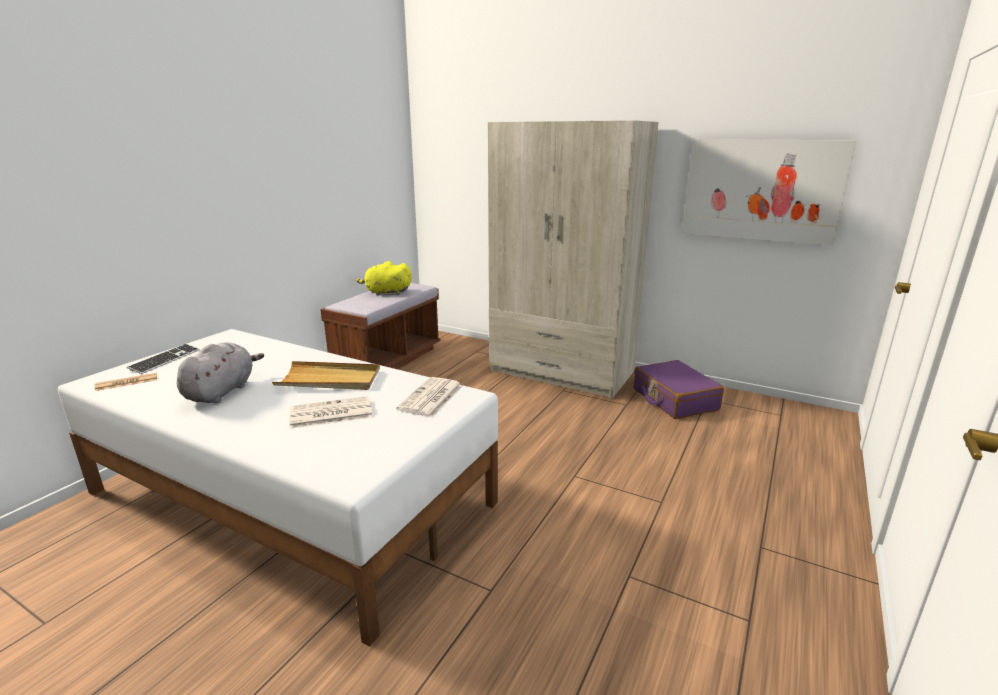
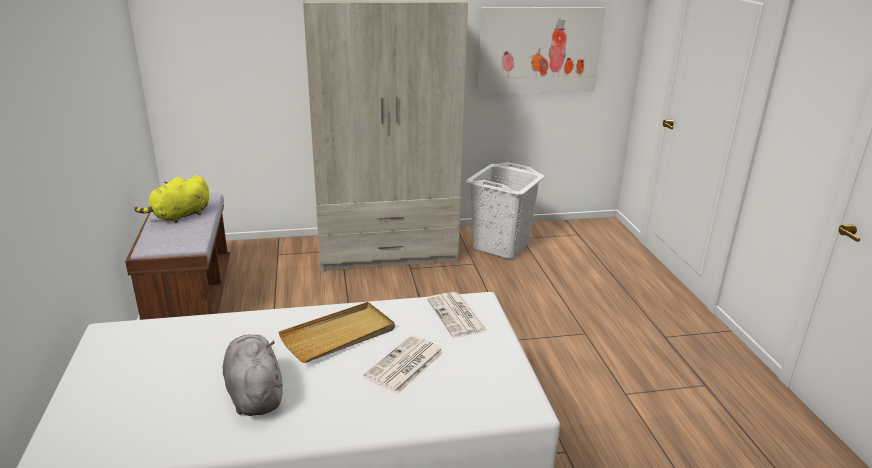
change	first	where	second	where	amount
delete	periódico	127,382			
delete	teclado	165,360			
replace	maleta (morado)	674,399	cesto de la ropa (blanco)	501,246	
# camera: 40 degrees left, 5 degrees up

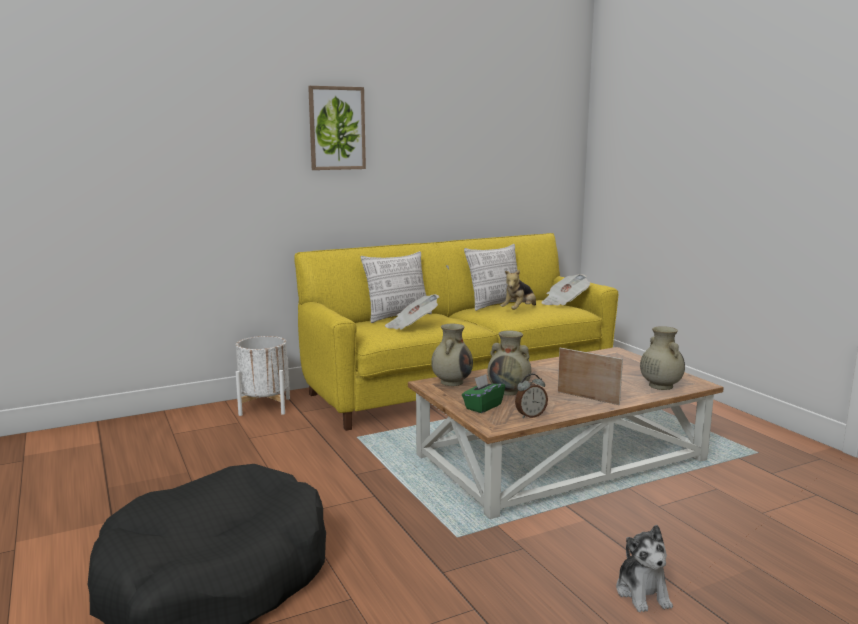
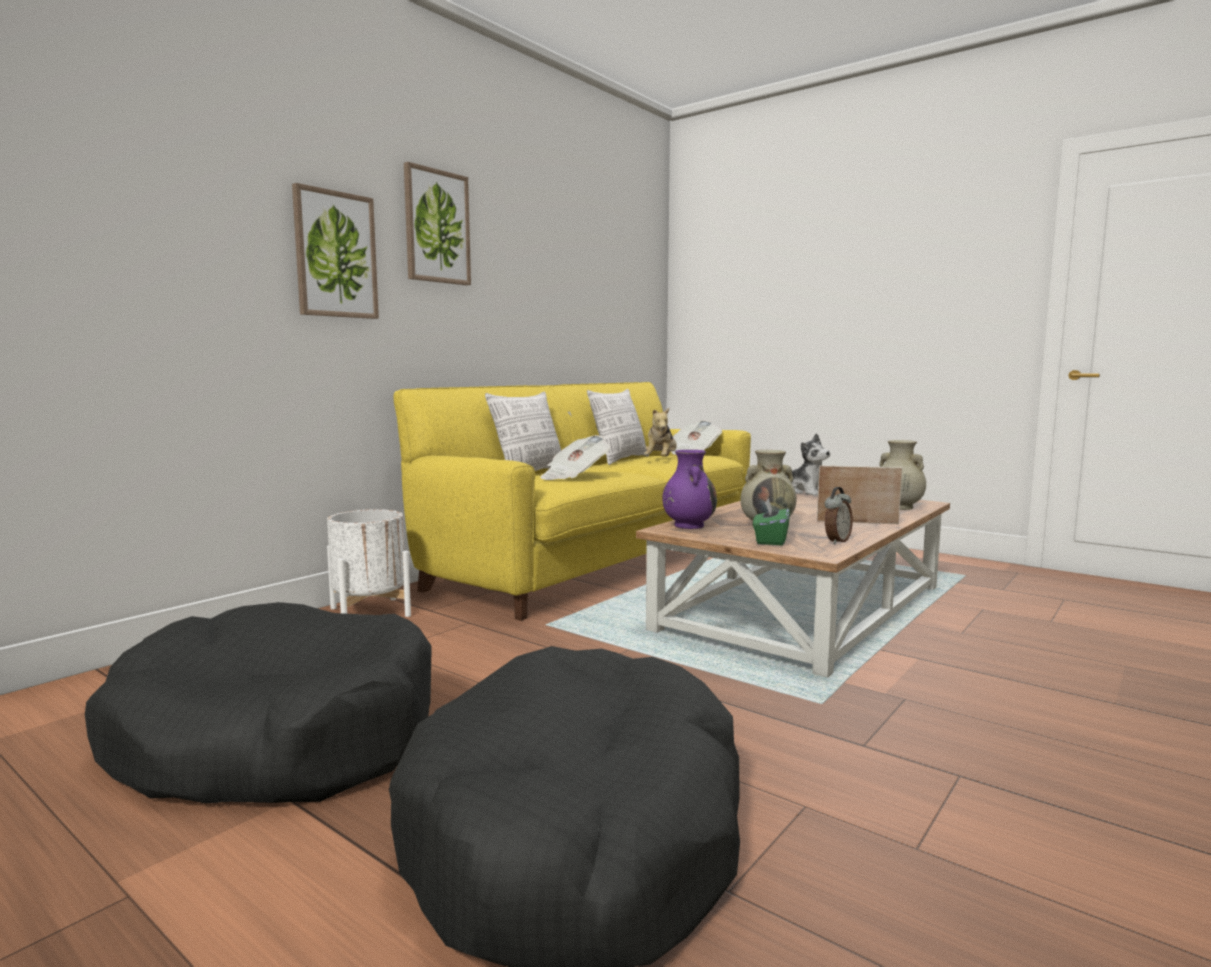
change	first	where	second	where	amount
recolor	florero (beis)	452,382	florero (morado)	688,525	
move	peluche	642,593		807,492	
insert			cama para perro (negro)	276,738	
insert			cuadro	335,255	
# camera: 25 degrees left, 5 degrees down

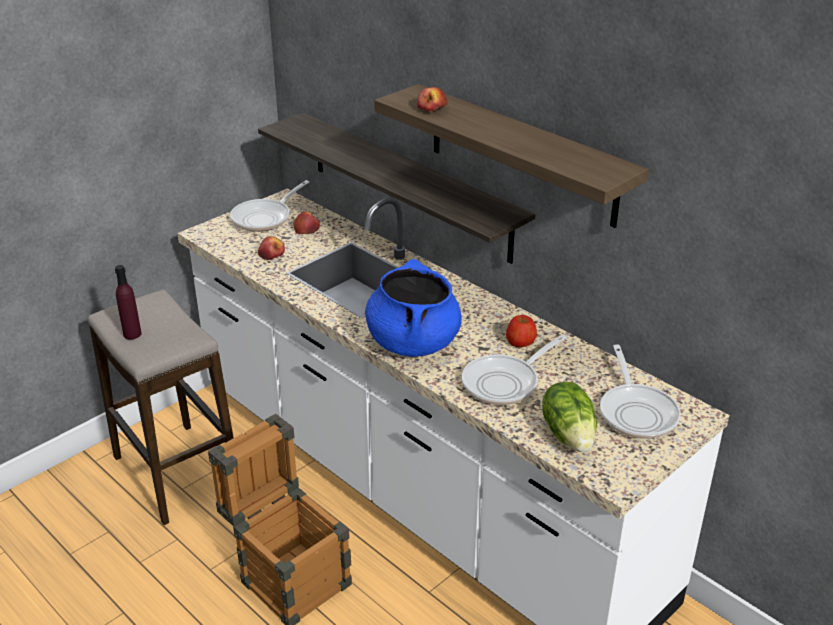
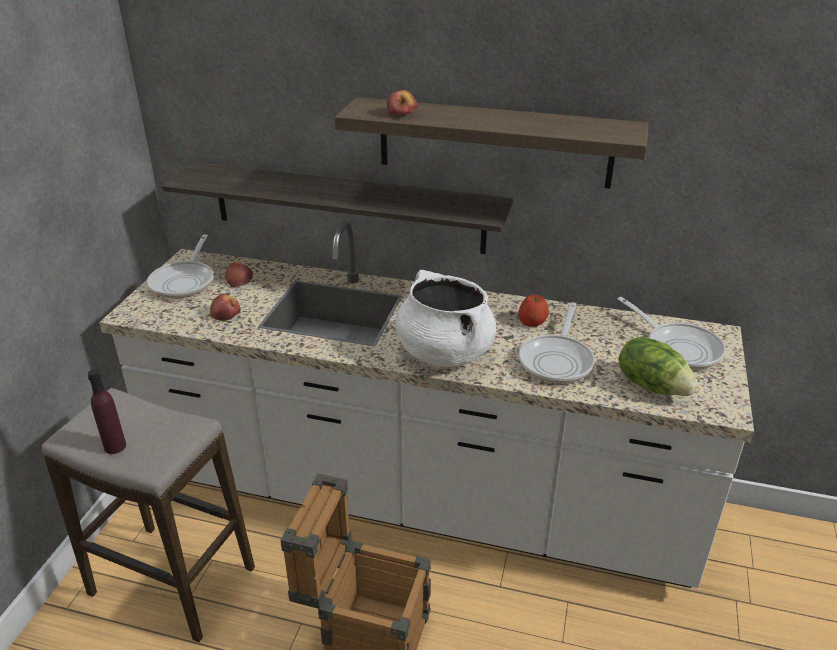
change	first	where	second	where	amount
recolor	olla (azul)	413,342	olla (blanco)	444,352	
# camera: 30 degrees left, 0 degrees up

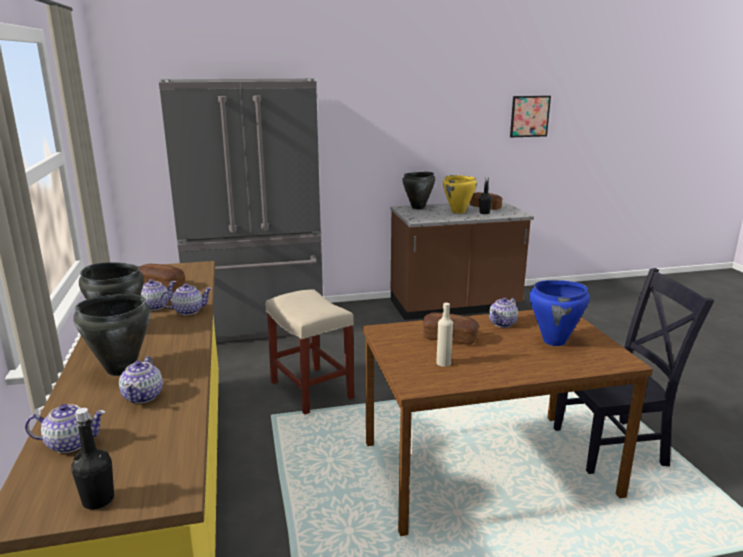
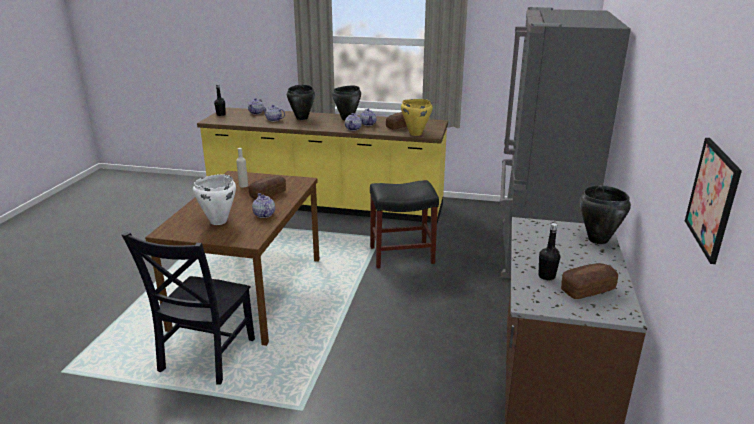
change	first	where	second	where	amount
recolor	taburete (beis)	310,389	taburete (negro)	402,255	
move	olla (amarillo)	458,212		415,134	
recolor	olla (azul)	554,341	olla (blanco)	218,221	
# camera: 115 degrees right, 5 degrees up

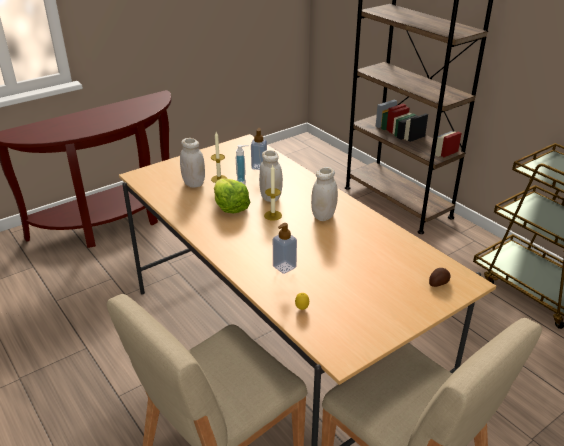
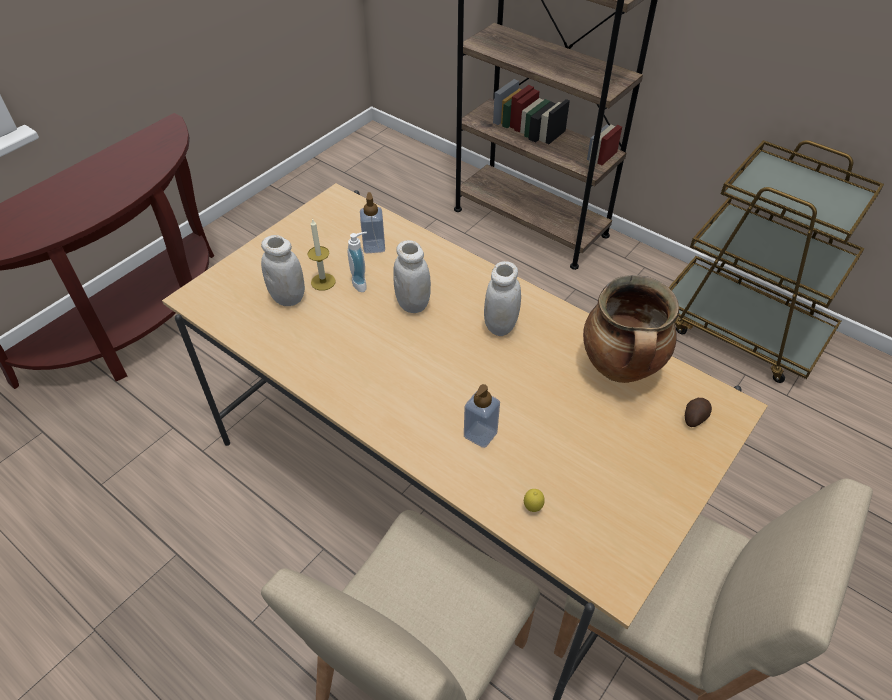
change	first	where	second	where	amount
delete	lechuga	230,207			
delete	vela	273,215			
insert			olla	621,369	
# camera: 15 degrees left, 15 degrees up

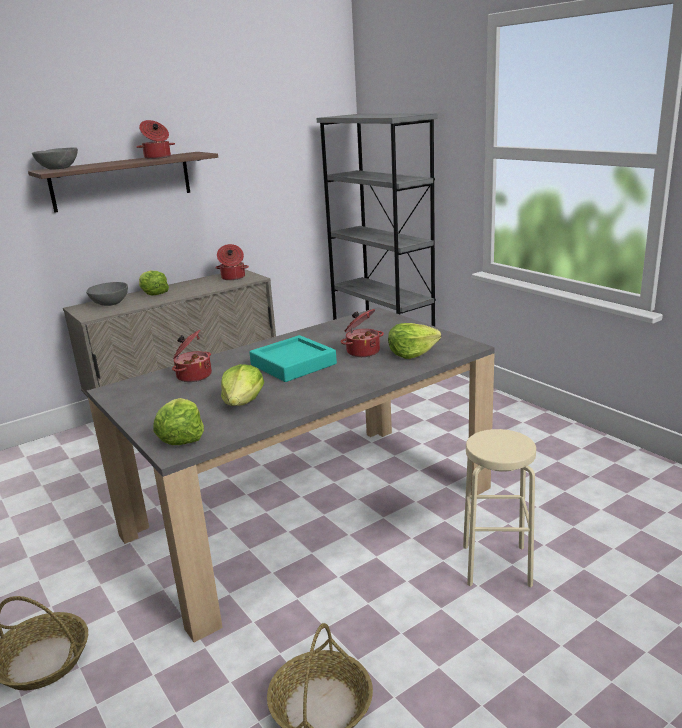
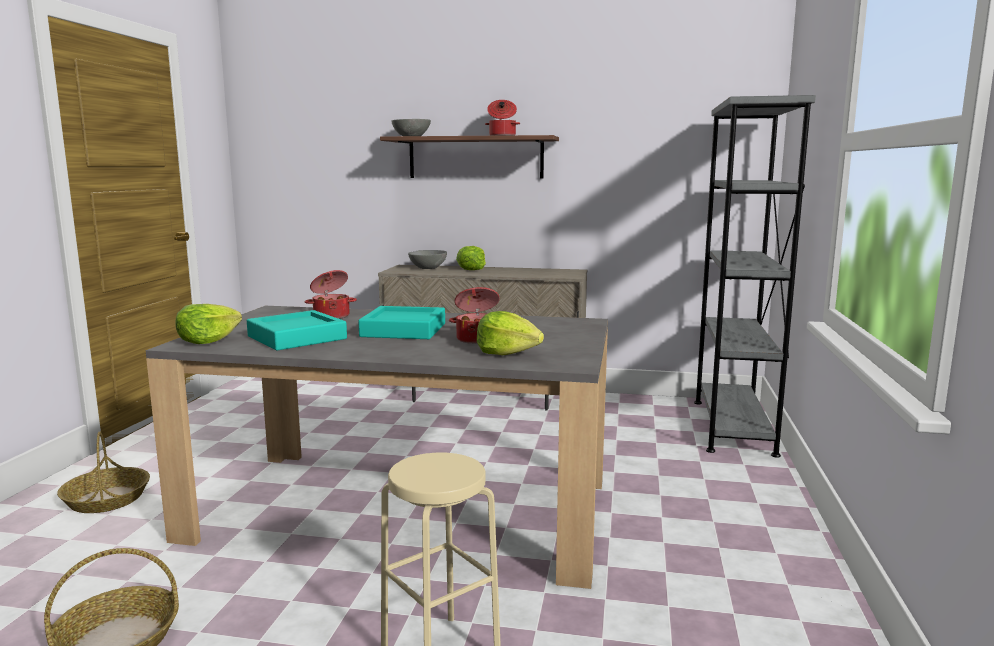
change	first	where	second	where	amount
delete	olla	233,277			
replace	lechuga	243,402	bandeja (turquesa)	297,338	
# camera: 45 degrees right, 10 degrees down

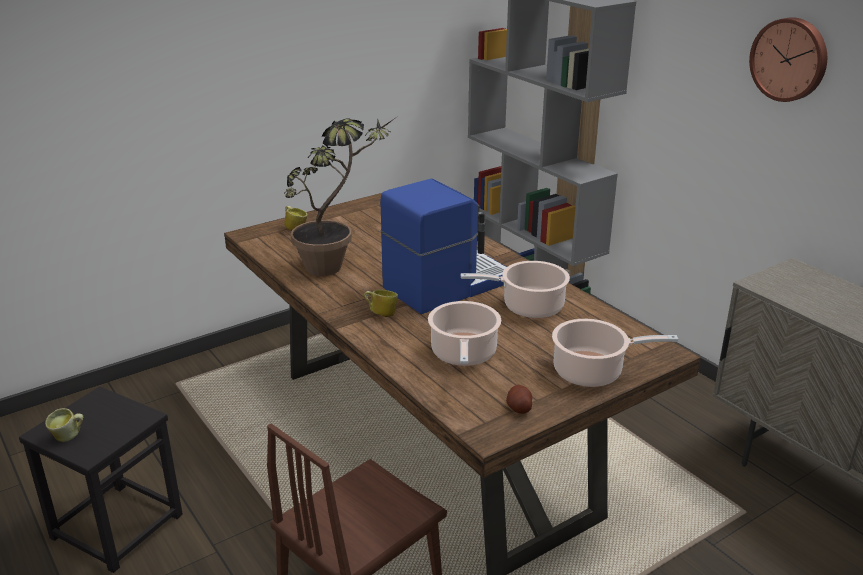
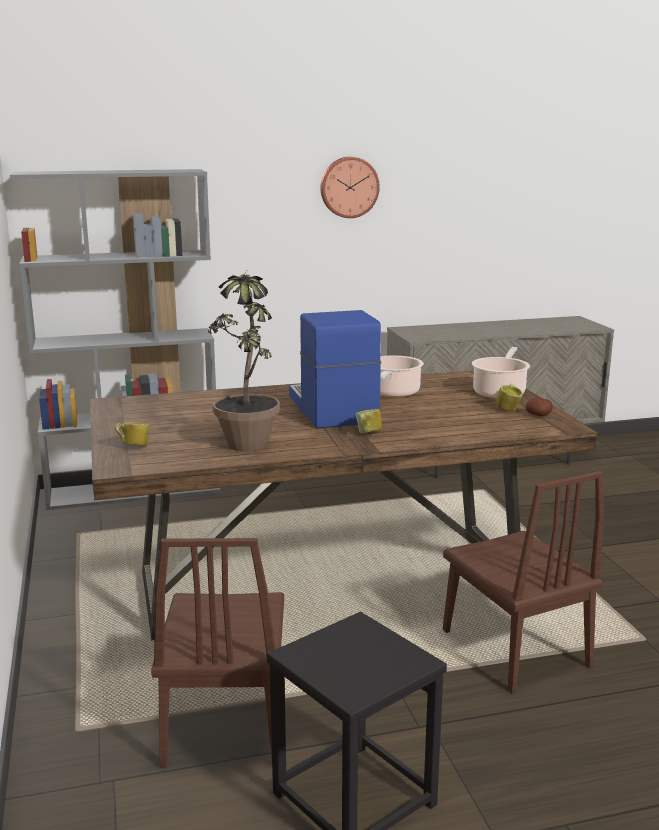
change	first	where	second	where	amount
move	taza grande	69,437		509,409	
delete	olla	463,355			
insert			silla (marrón)	226,721	
# camera: 70 degrees left, 10 degrees down

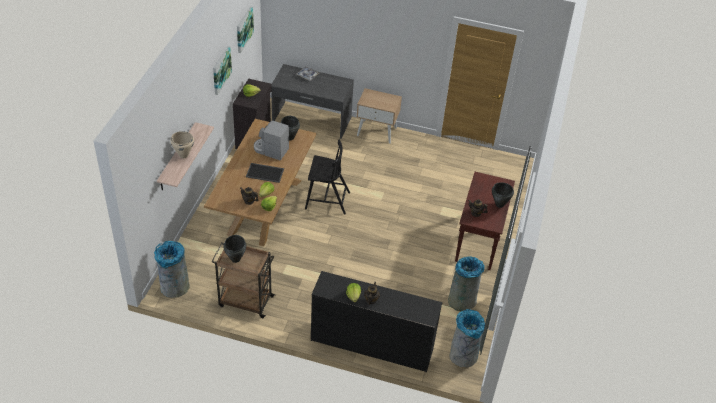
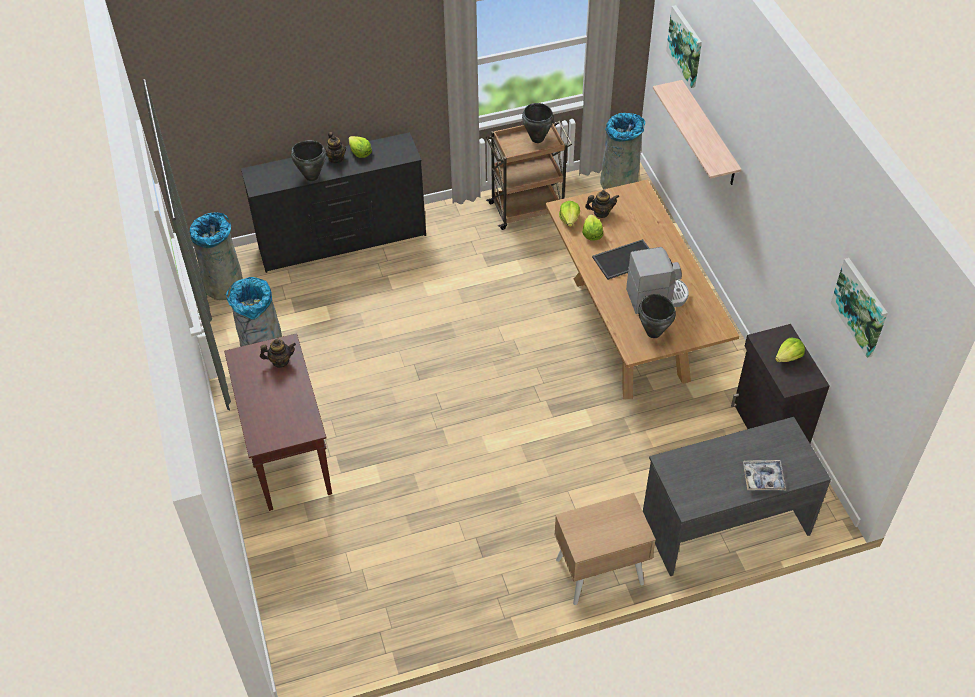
change	first	where	second	where	amount
delete	olla (beis)	183,155			
move	cuadro	221,70		686,46	
delete	silla (negro)	326,200			
move	olla (negro)	499,205		311,176	
# camera: 150 degrees right, 5 degrees up

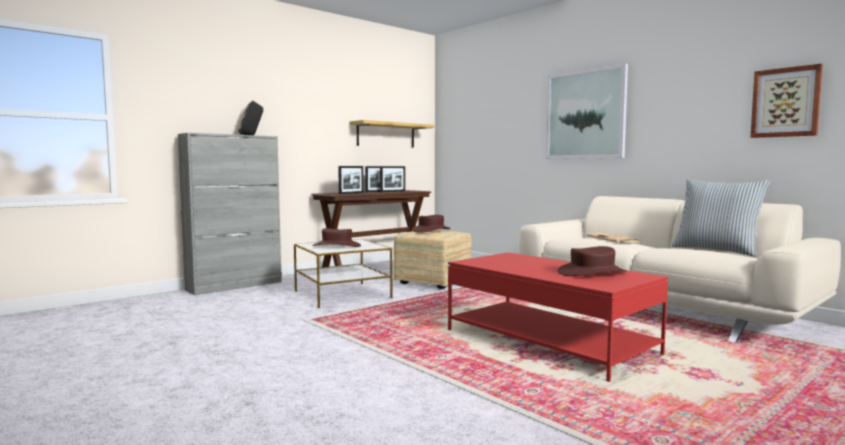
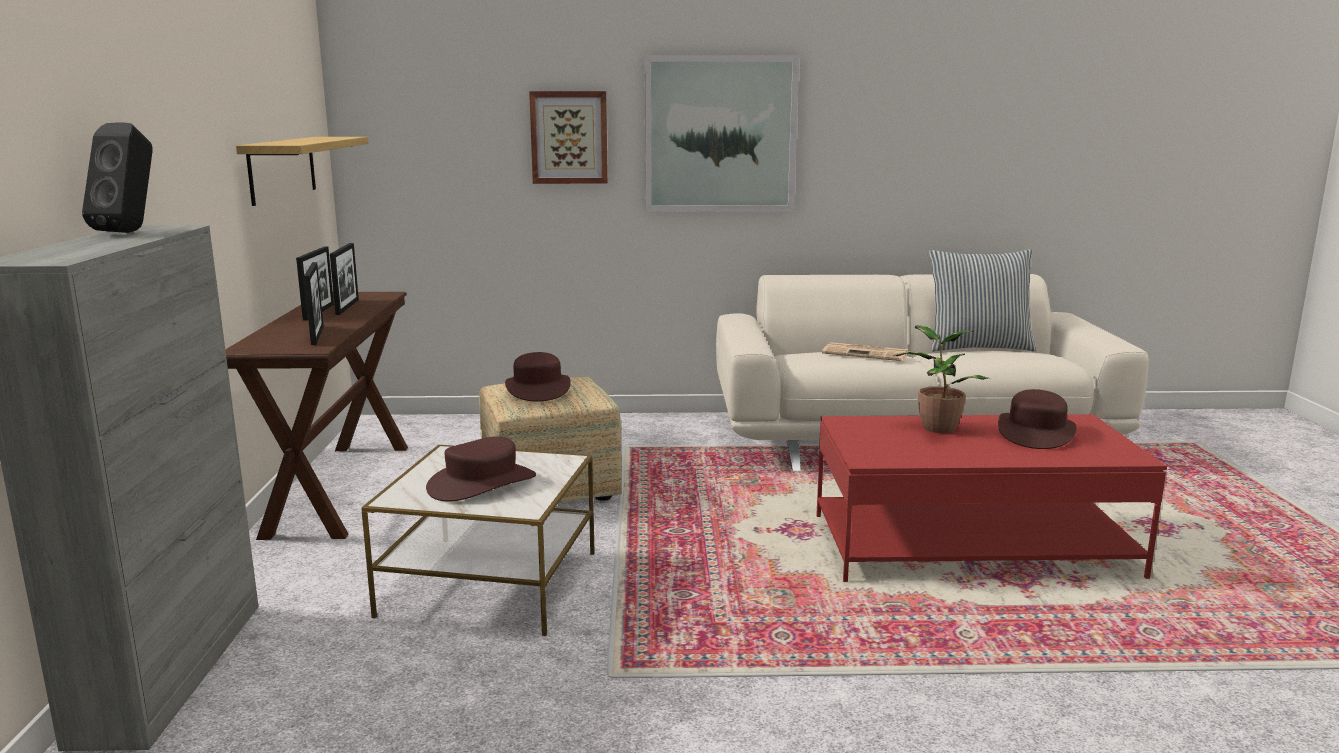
change	first	where	second	where	amount
move	cuadro	786,102		569,137	
insert			planta en maceta	936,427	
# camera: 50 degrees left, 10 degrees up

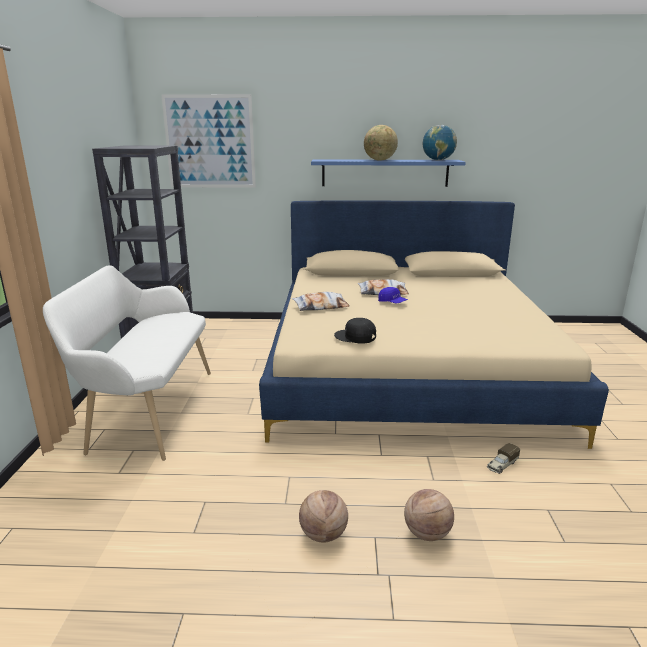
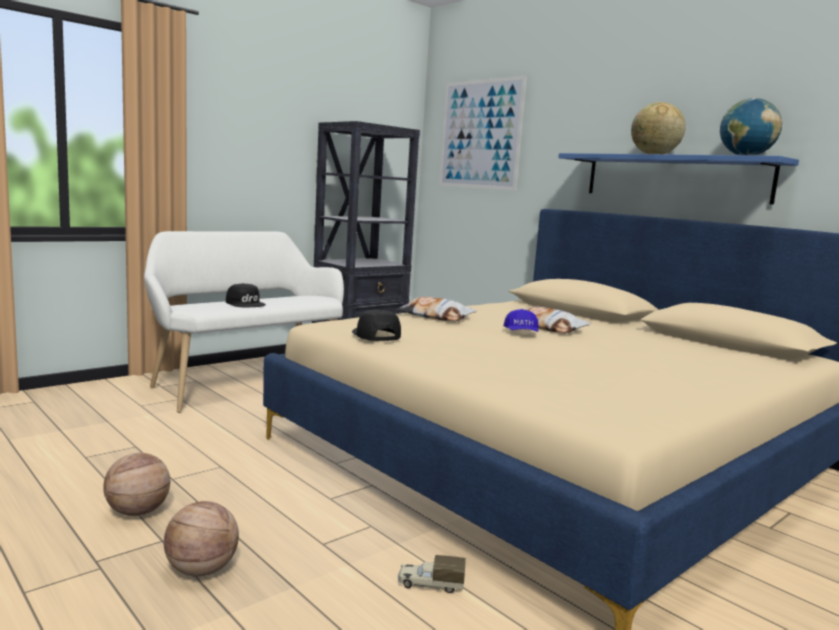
change	first	where	second	where	amount
insert			gorra (negro)	246,303	
# camera: 45 degrees right, 10 degrees down

